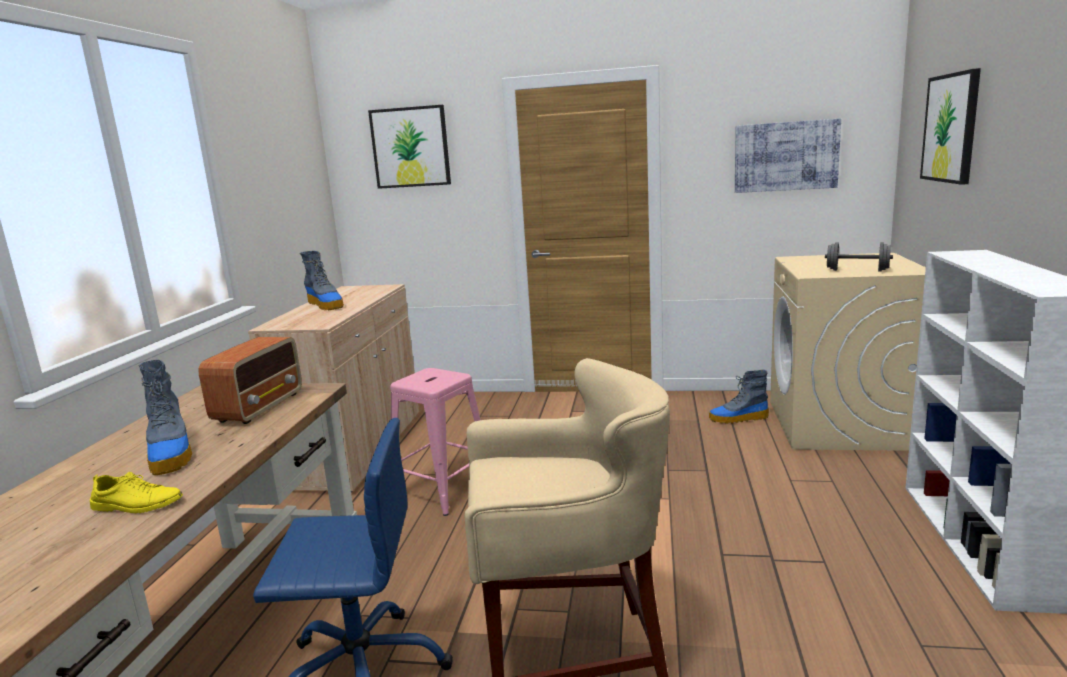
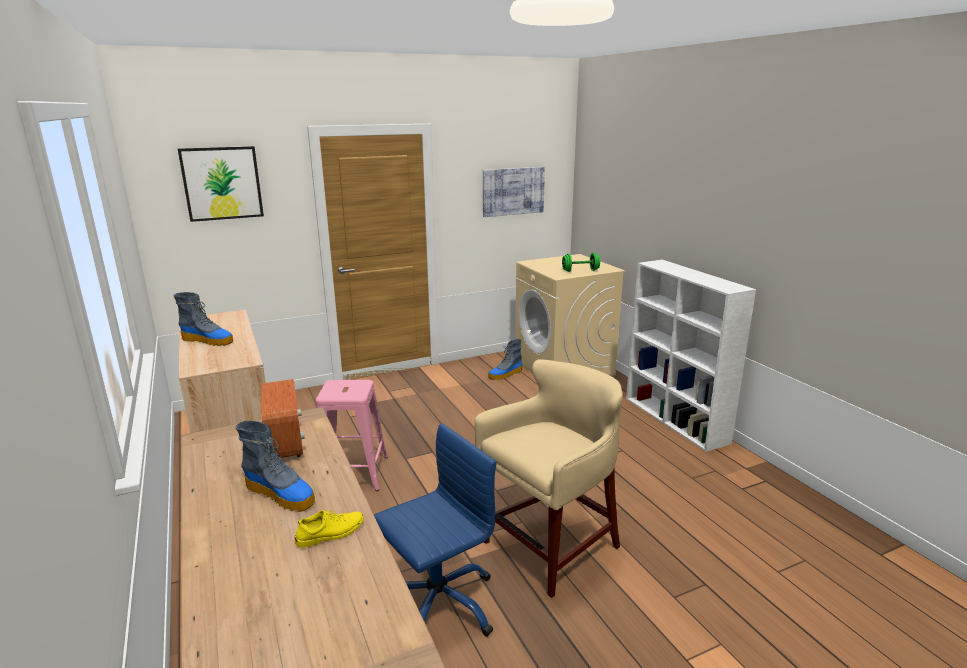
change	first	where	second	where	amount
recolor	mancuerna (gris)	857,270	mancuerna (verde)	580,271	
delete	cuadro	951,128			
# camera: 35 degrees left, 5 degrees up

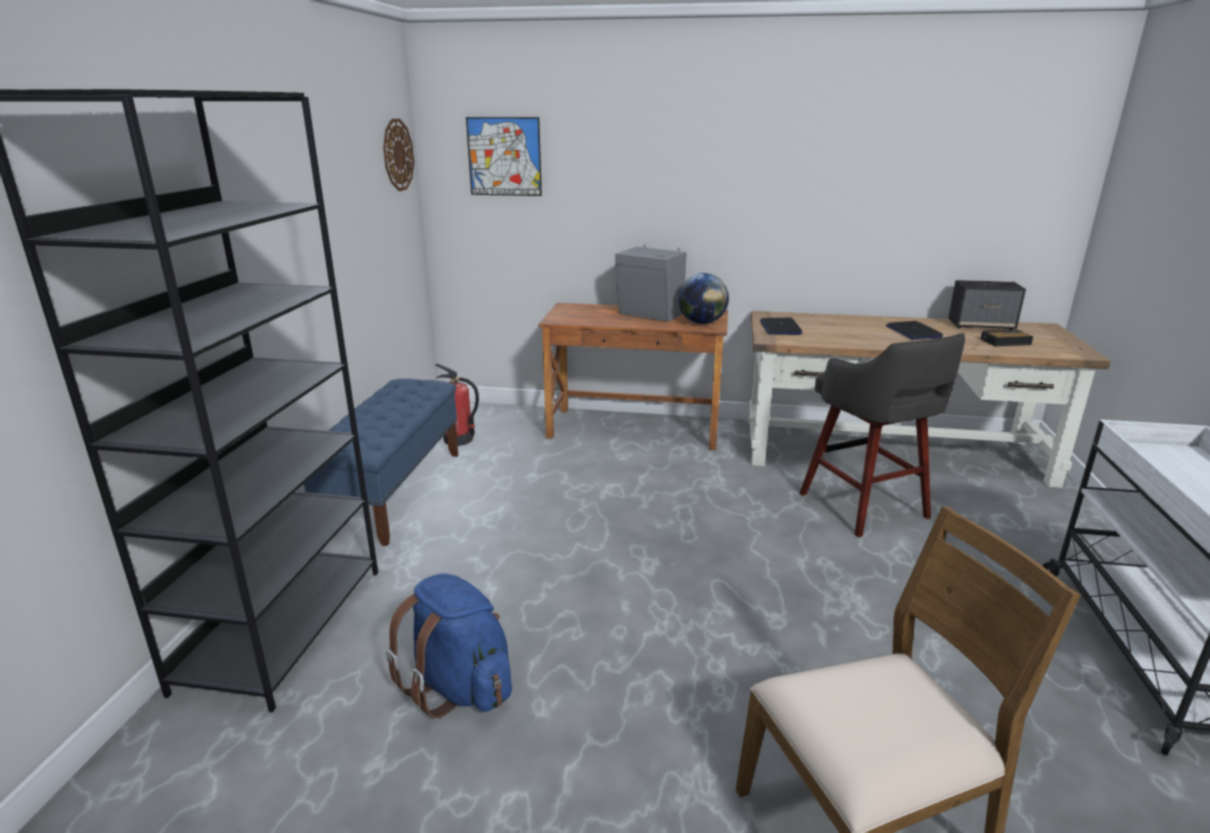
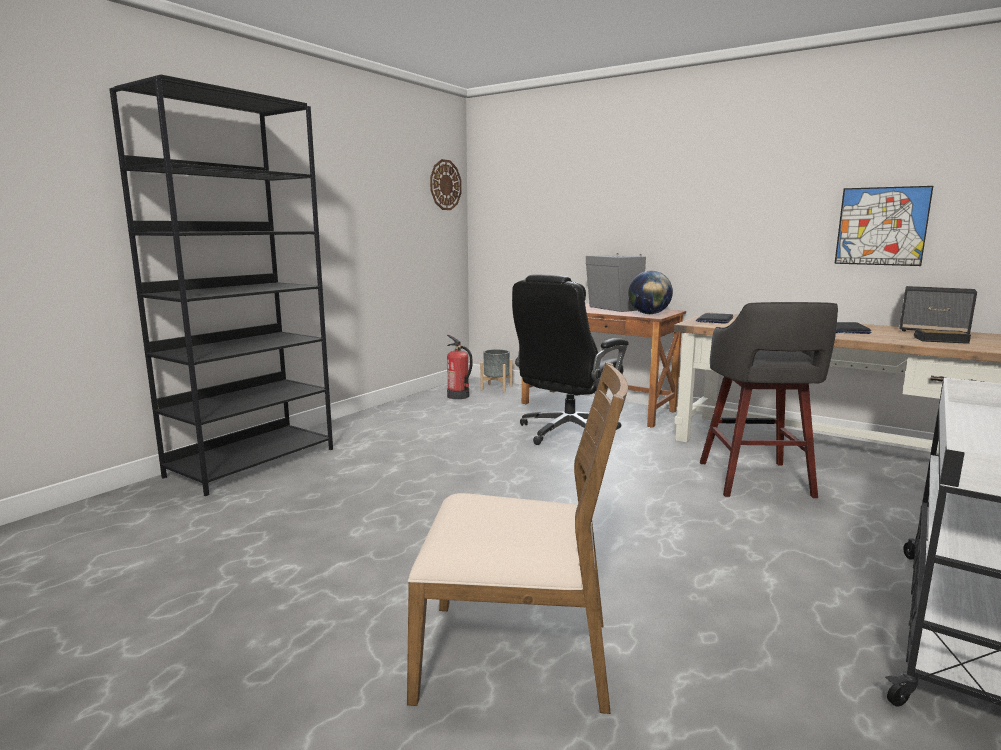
change	first	where	second	where	amount
delete	banco (azul)	394,492			
delete	mochila (azul)	459,686			
move	cuadro	504,156		881,226	
insert			maceta (gris)	496,388	
insert			silla de oficina (negro)	567,432	
# camera: 25 degrees right, 10 degrees down

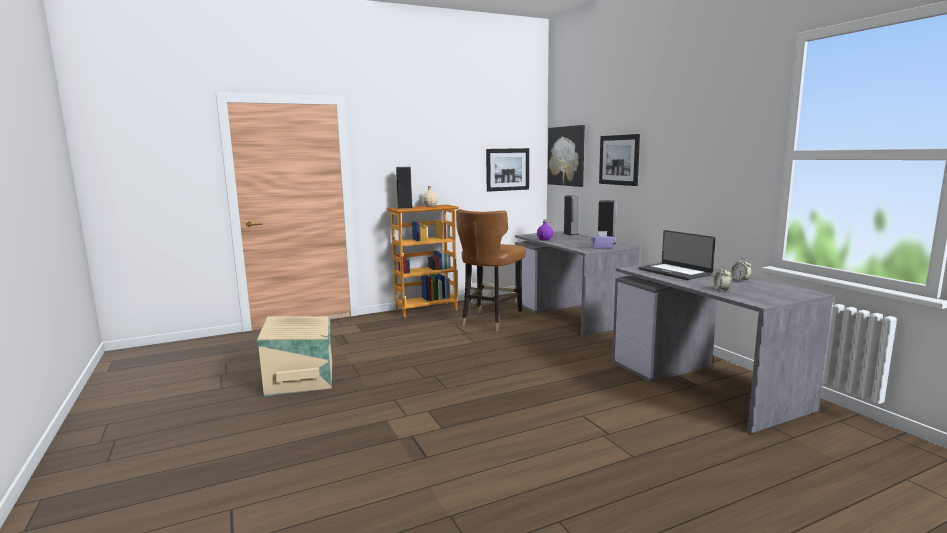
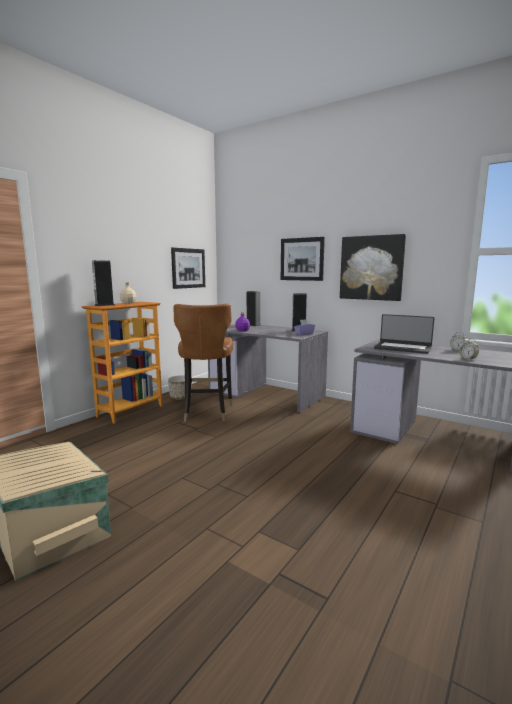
change	first	where	second	where	amount
move	cuadro	567,156		371,268	
# camera: 30 degrees left, 0 degrees up

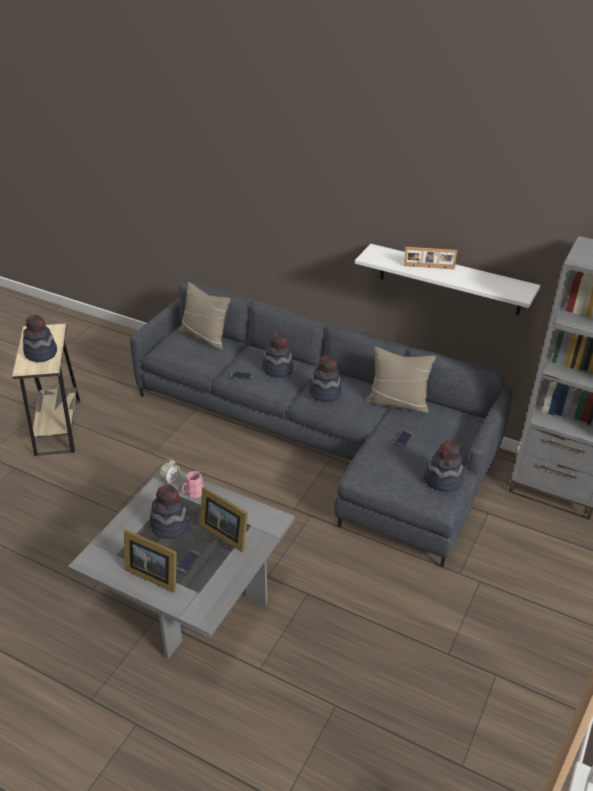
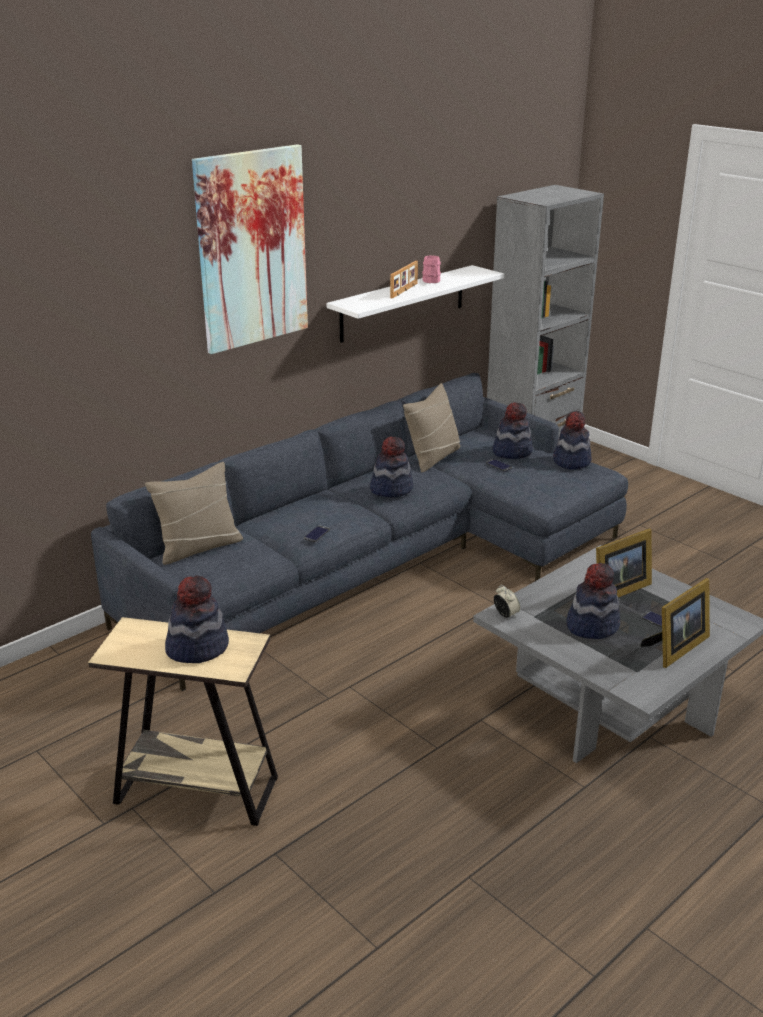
change	first	where	second	where	amount
move	taza grande (rosa)	193,493		432,281	
move	sombrero	277,368		511,451	
insert			cuadro	252,249	
# camera: 70 degrees left, 10 degrees down

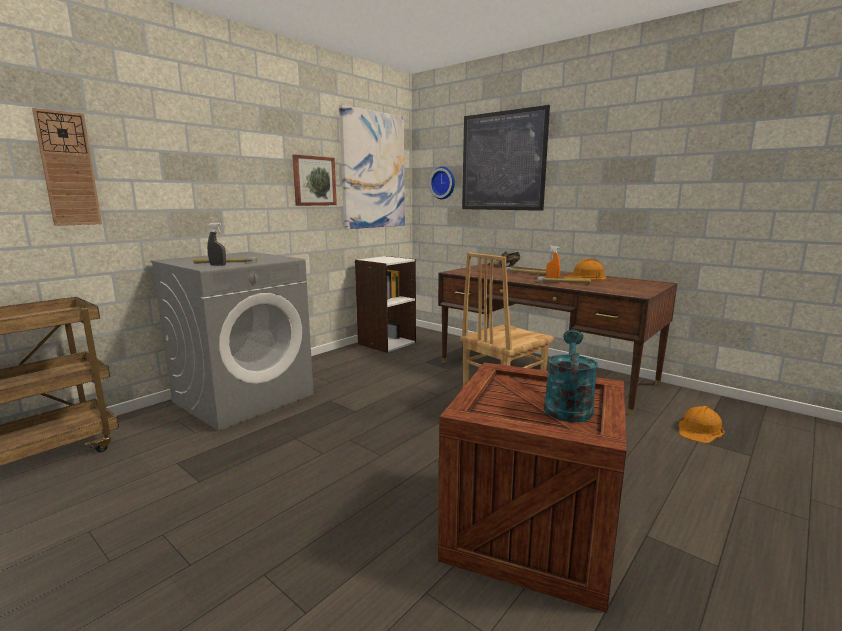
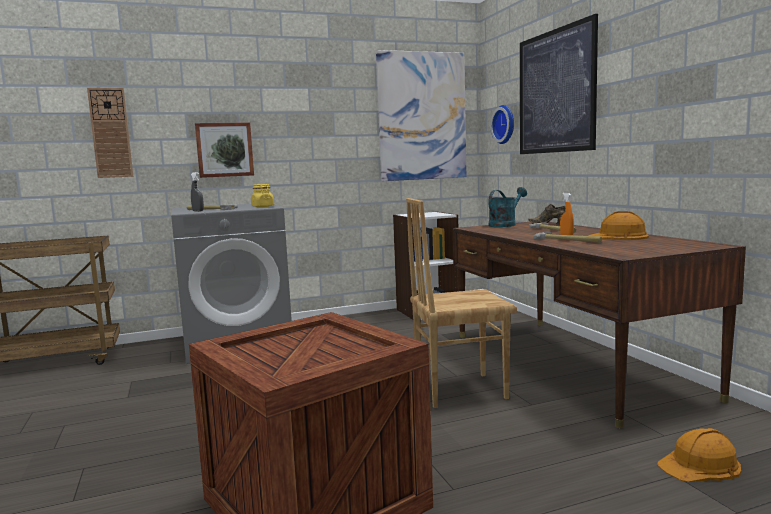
change	first	where	second	where	amount
move	cuadro	314,181		224,150	
move	regadera (turquesa)	567,406		505,225	
insert			tarro (amarillo)	262,206	
# camera: 30 degrees right, 5 degrees down

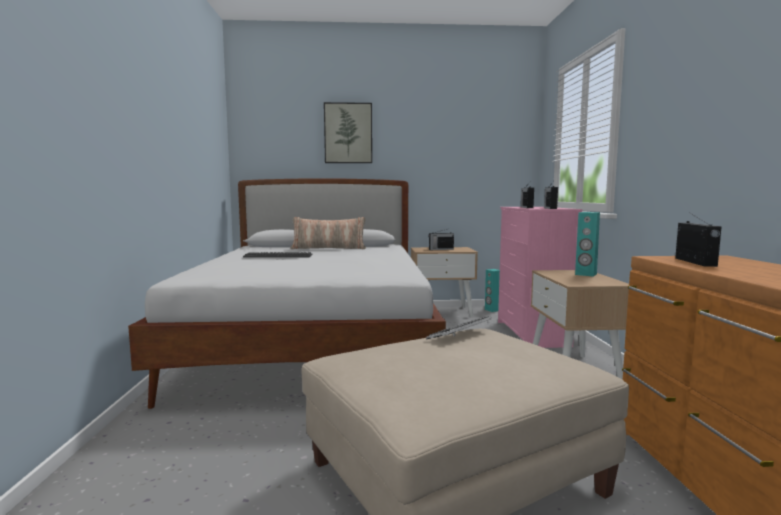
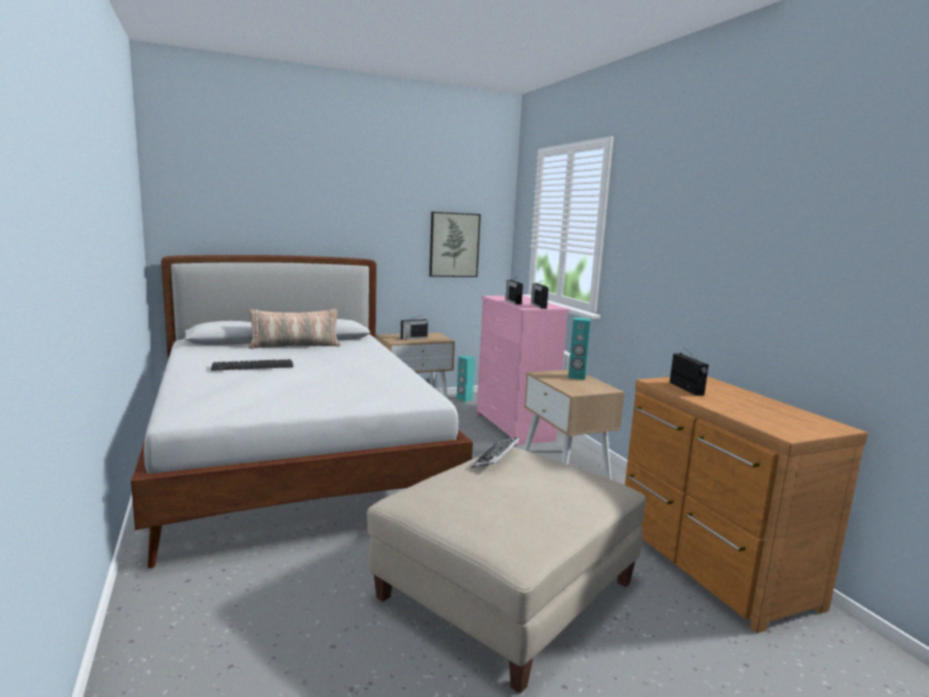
change	first	where	second	where	amount
move	cuadro	348,133		454,245	
# camera: 20 degrees left, 5 degrees up

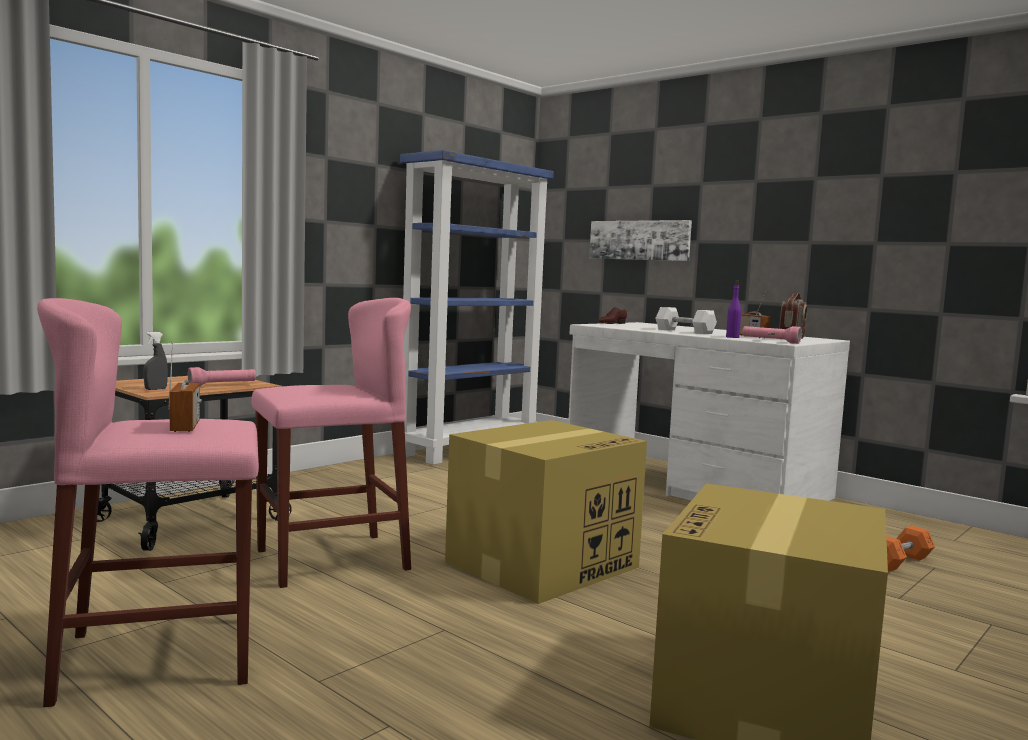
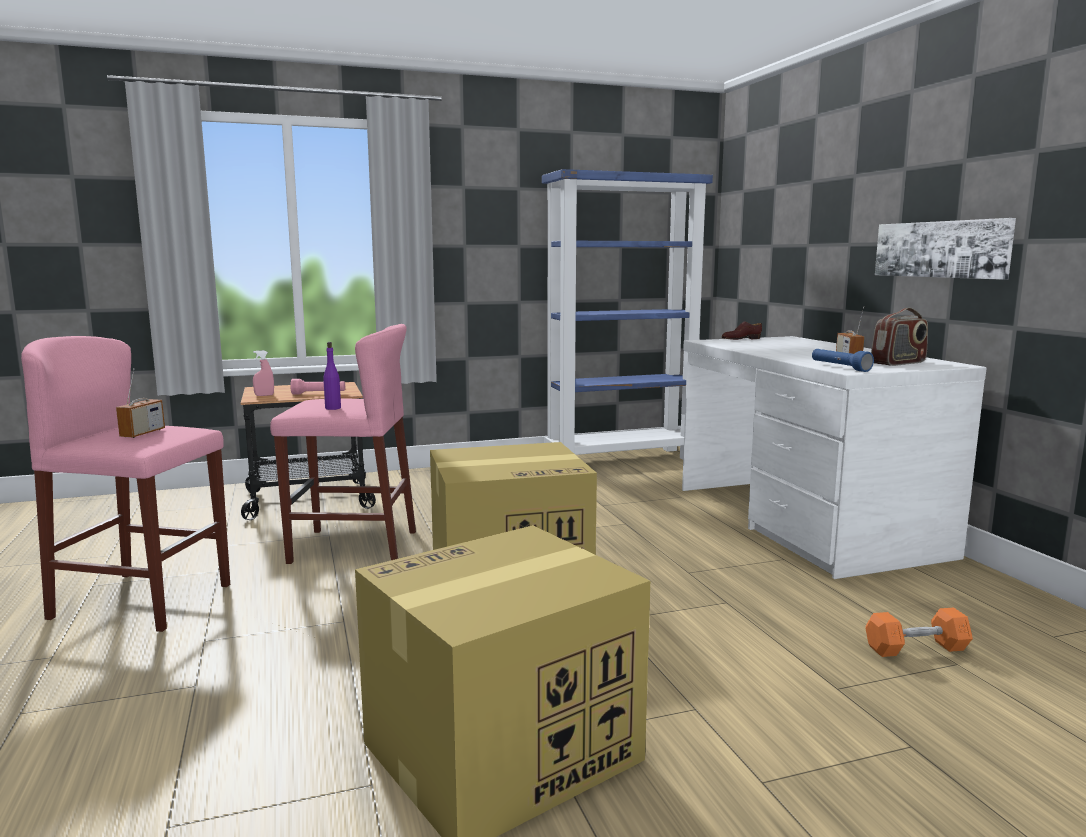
change	first	where	second	where	amount
recolor	pulverizador (gris)	155,389	pulverizador (rosa)	264,395	
move	cuadro	639,240		941,249	
delete	mancuerna (blanco)	684,331			
move	botella (morado)	732,337		333,408	
recolor	linterna (rosa)	770,341	linterna (azul)	839,367	
# camera: 30 degrees right, 5 degrees up

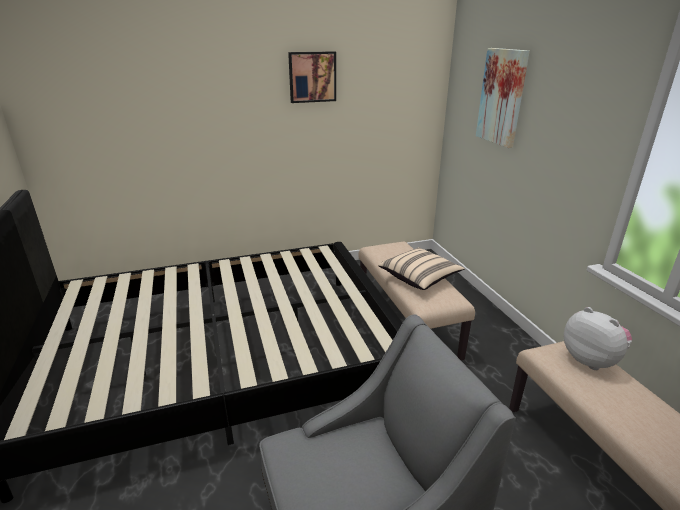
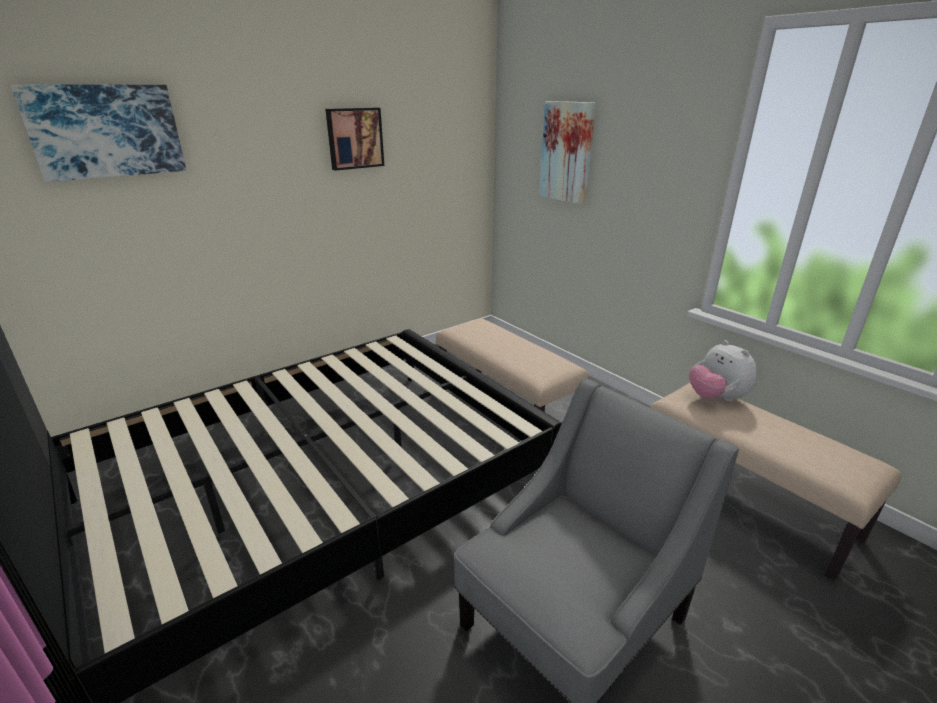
change	first	where	second	where	amount
delete	cojín (beis)	420,278			
rotate	peluche	591,360		716,398	150 degrees counterclockwise
insert			cuadro	106,131	
# camera: 20 degrees left, 0 degrees up

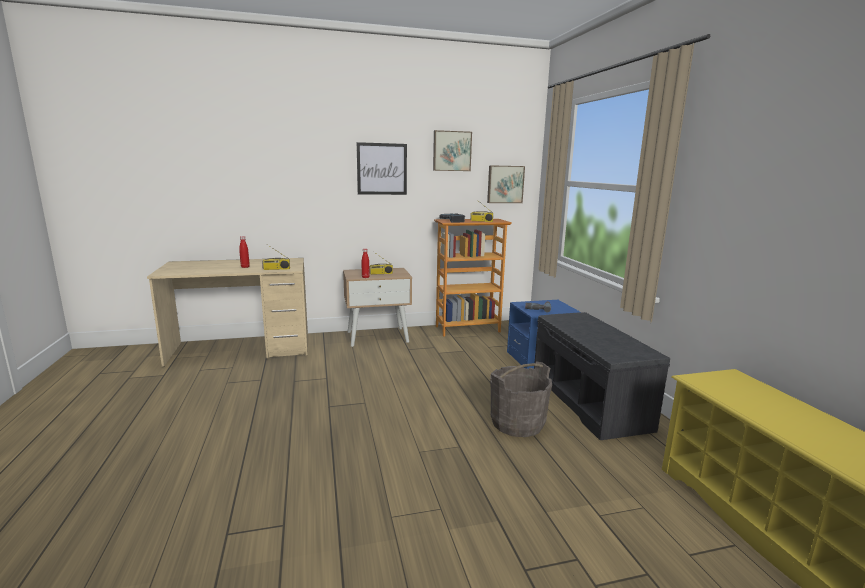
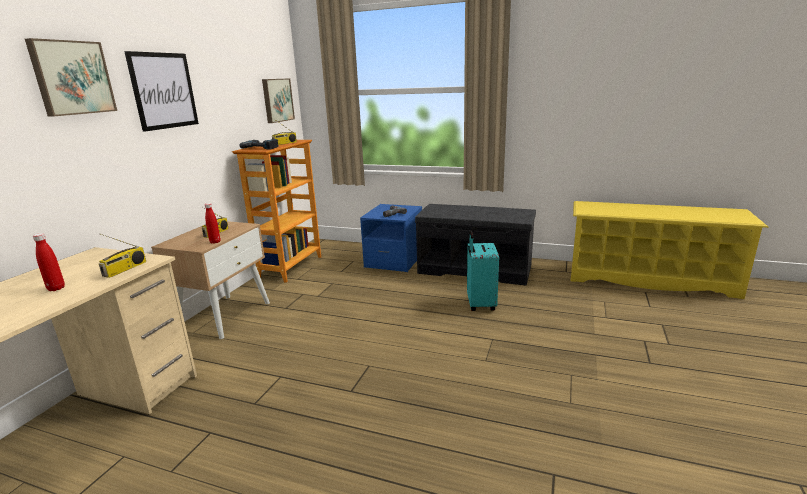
change	first	where	second	where	amount
move	cuadro	451,151		72,78	
replace	cubo (gris)	517,423	maleta (turquesa)	480,304	
# camera: 55 degrees left, 5 degrees up

